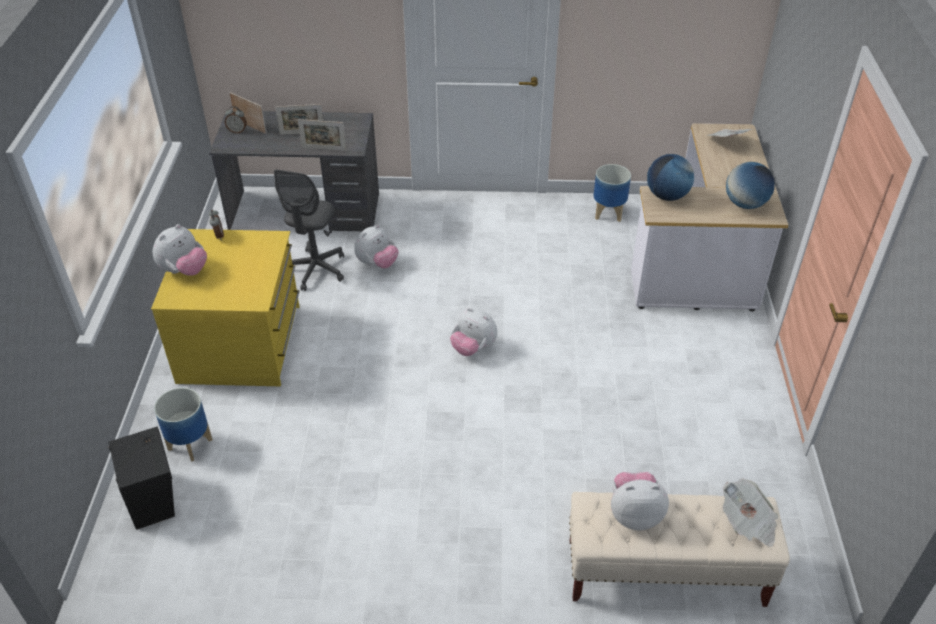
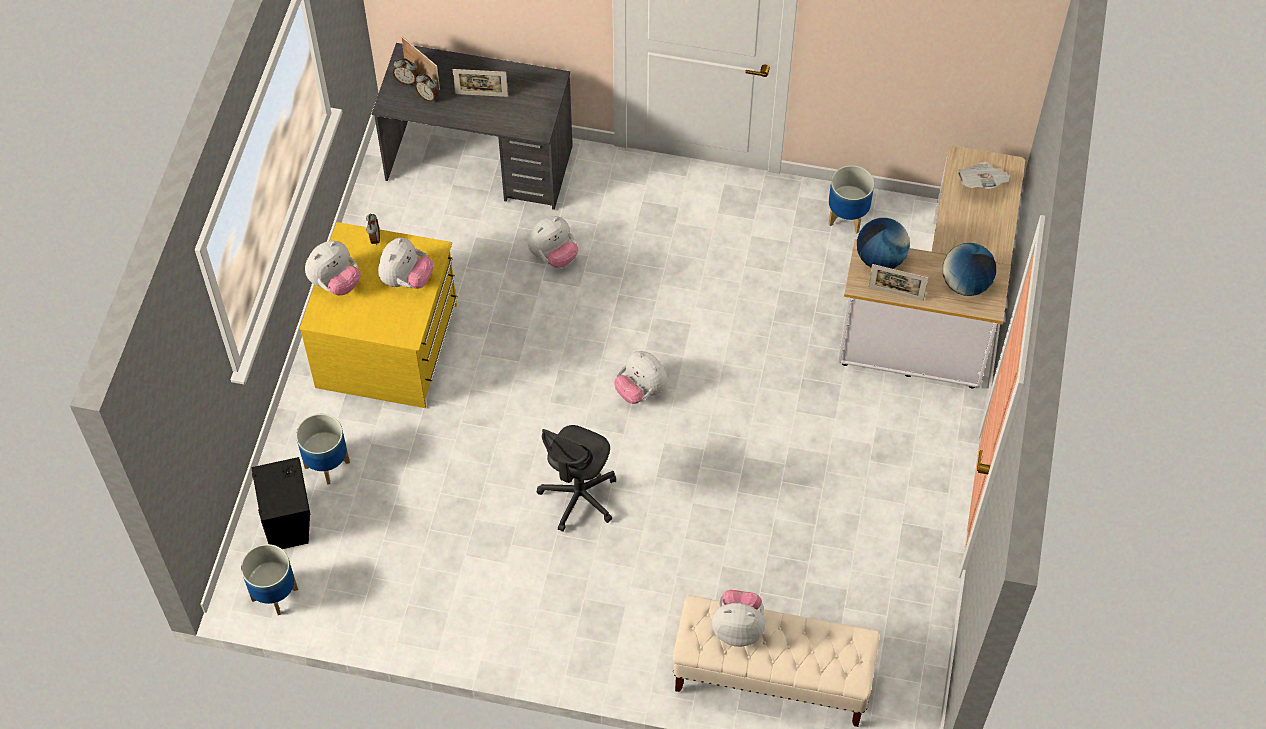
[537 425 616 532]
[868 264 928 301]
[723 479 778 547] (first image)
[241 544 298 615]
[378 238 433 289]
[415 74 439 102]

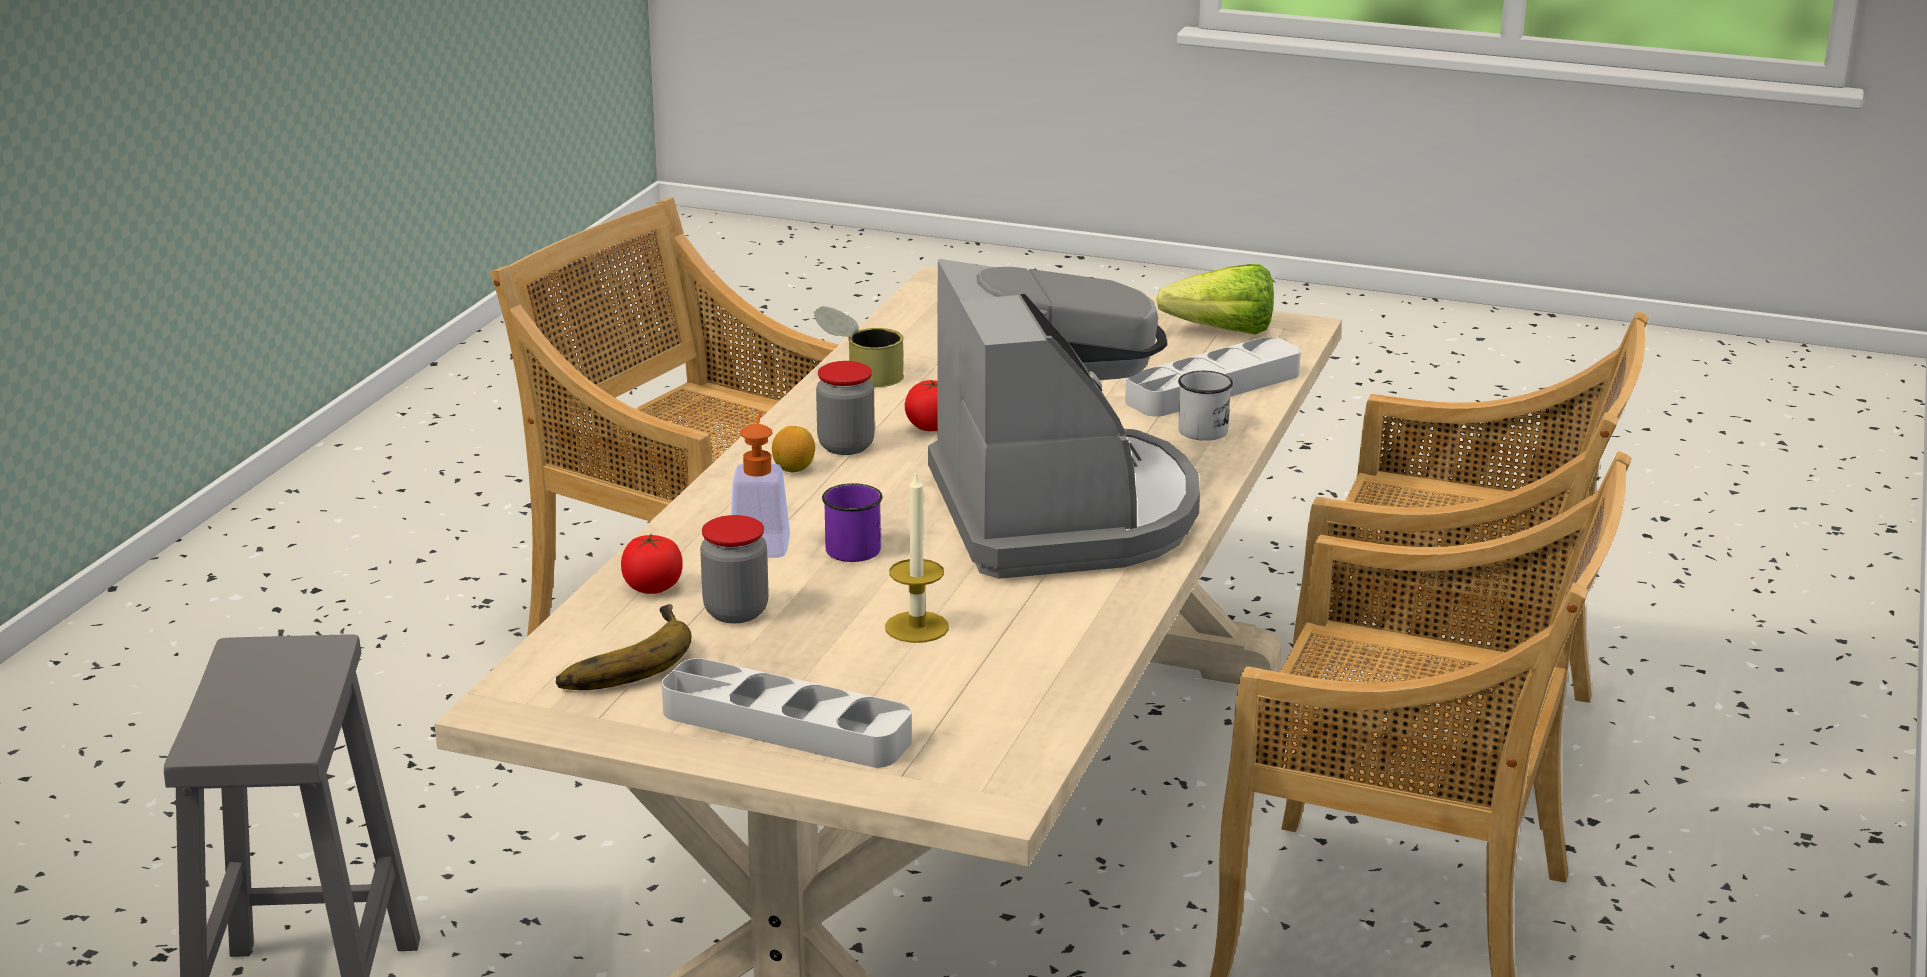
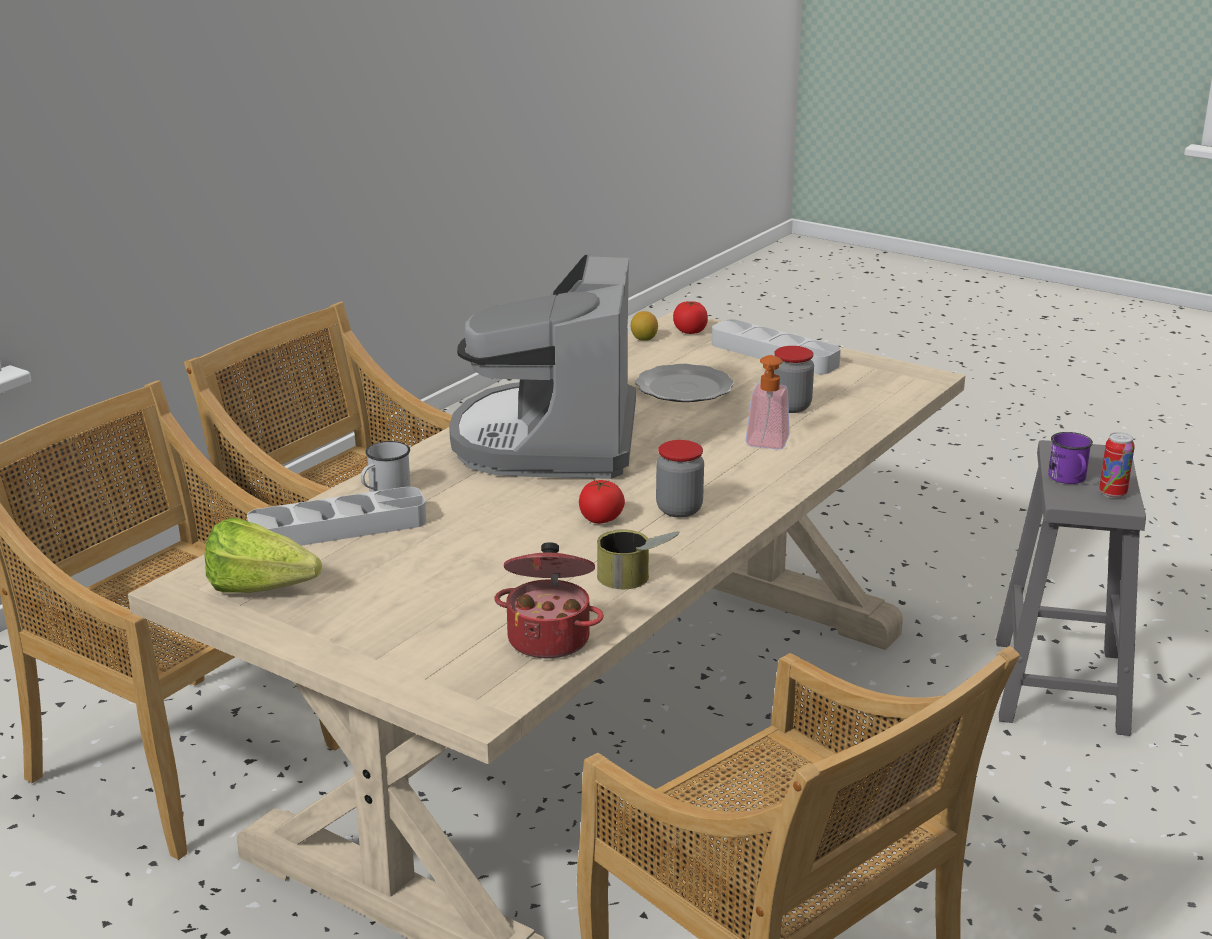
[556 604 691 690] (first image)
[673 301 708 334]
[631 311 658 341]
[1048 432 1093 484]
[635 364 734 402]
[494 542 604 658]
[1099 432 1135 498]

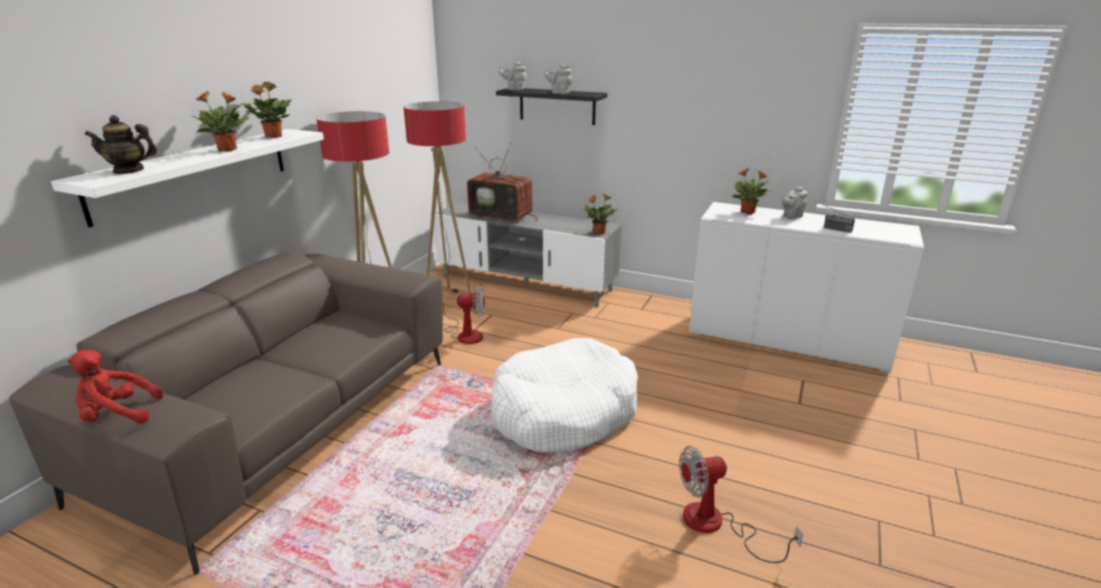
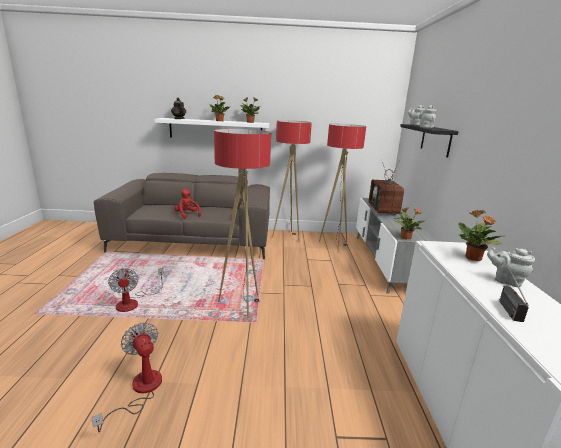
[174 189 201 219]
[108 268 164 312]
[214 129 271 319]

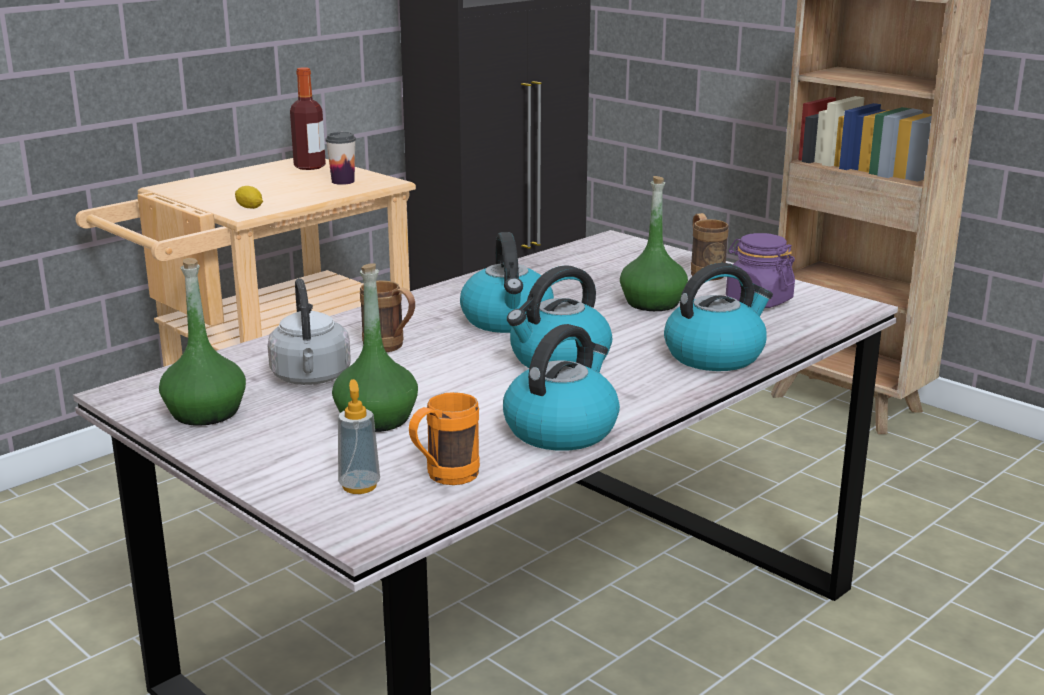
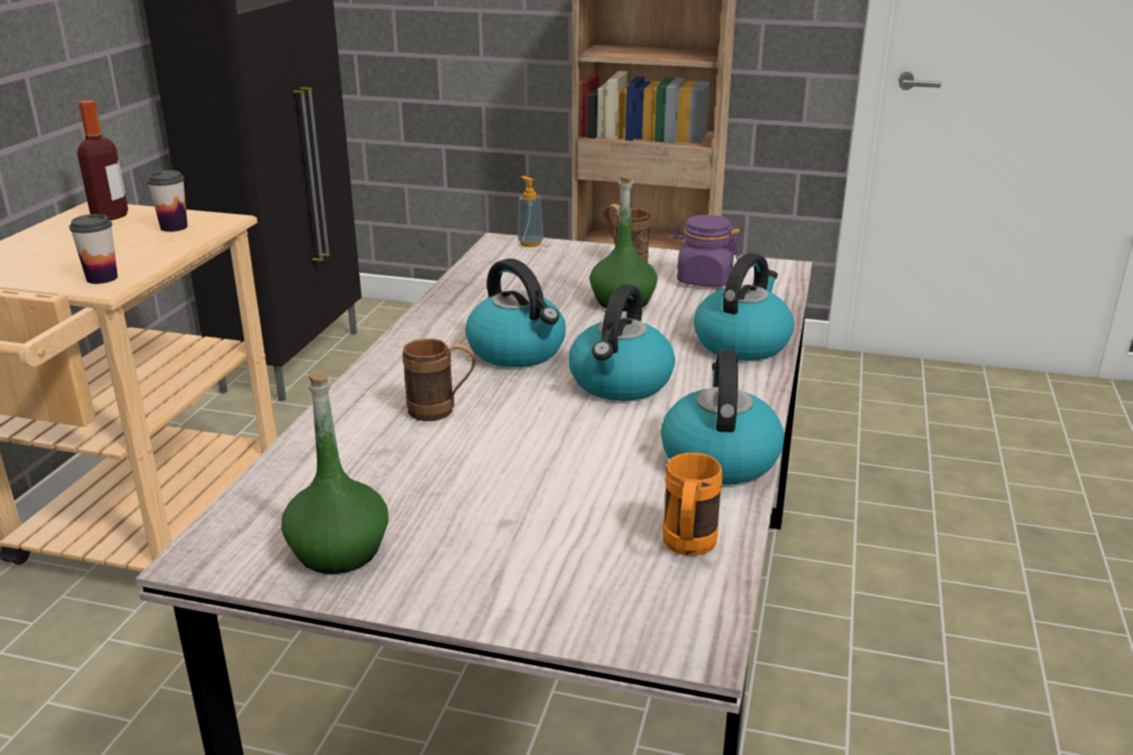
[69 214 118 284]
[267 278 351 385] (first image)
[332 263 418 432] (first image)
[518 176 543 247]

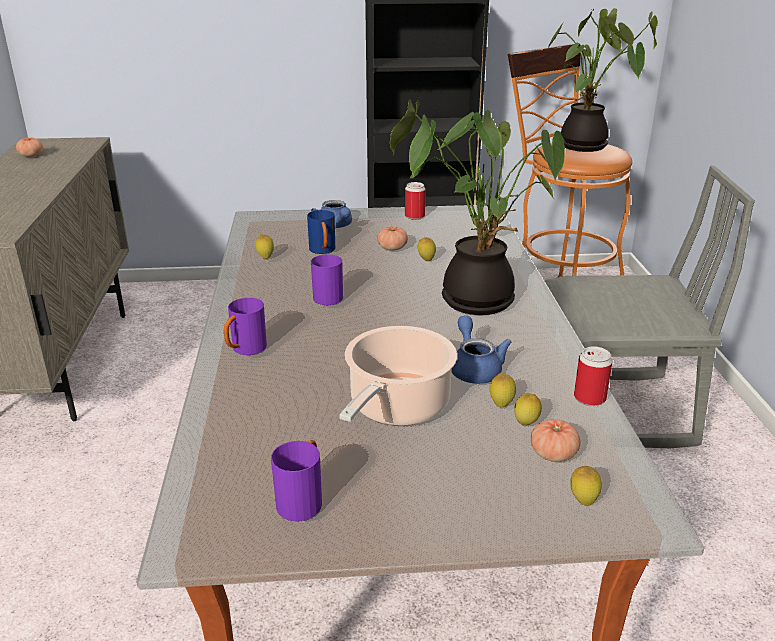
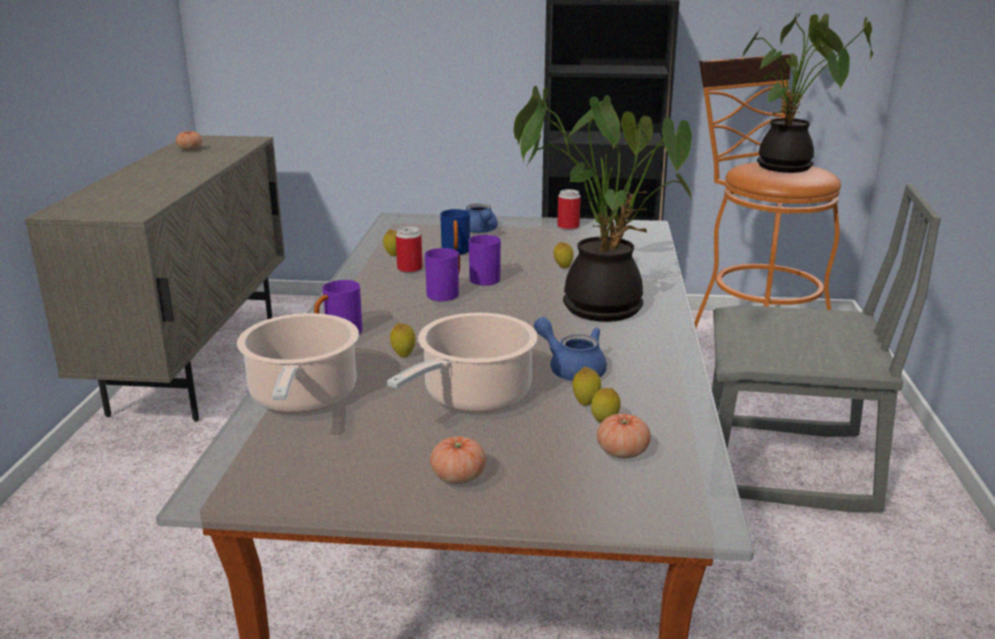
[469 235 501 285]
[430 436 486 484]
[534 317 607 381]
[390 323 416 357]
[396 226 423 273]
[237 313 359 413]

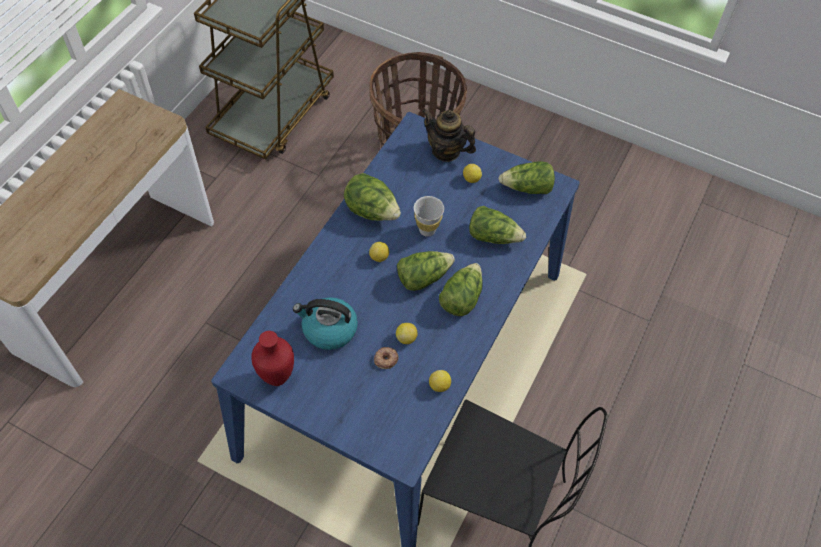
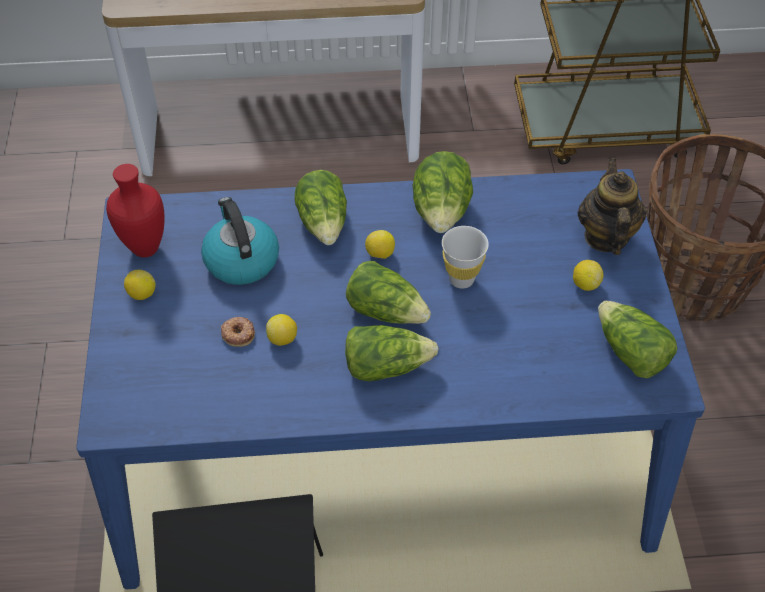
[124 270 156 300]
[295 170 347 245]

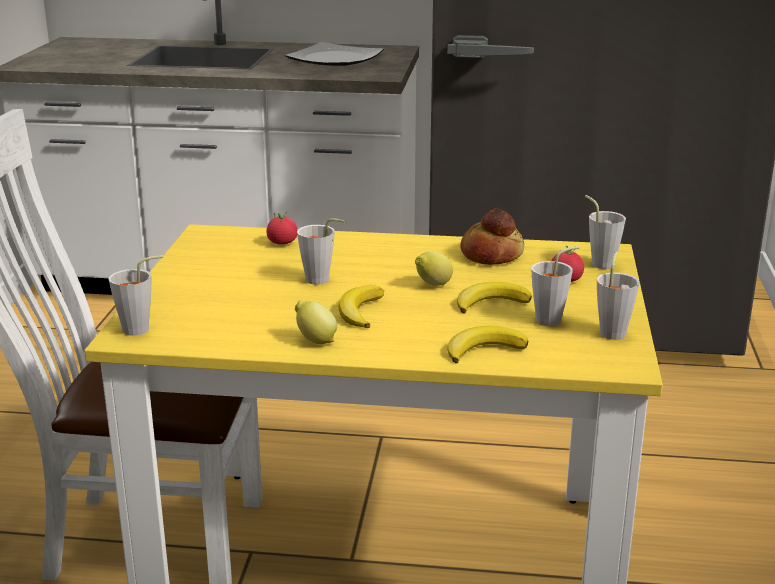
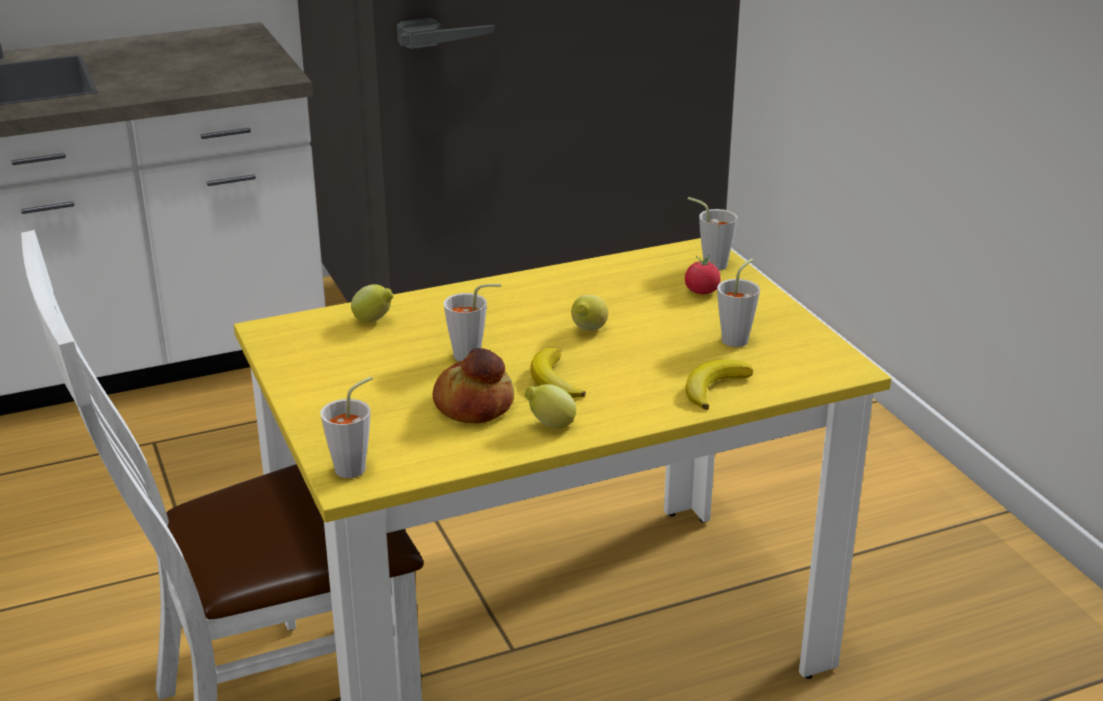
[351 284 394 323]
[285 42 384 66] (first image)
[457 282 532 313] (first image)
[432 348 514 423]
[597 251 640 340] (first image)

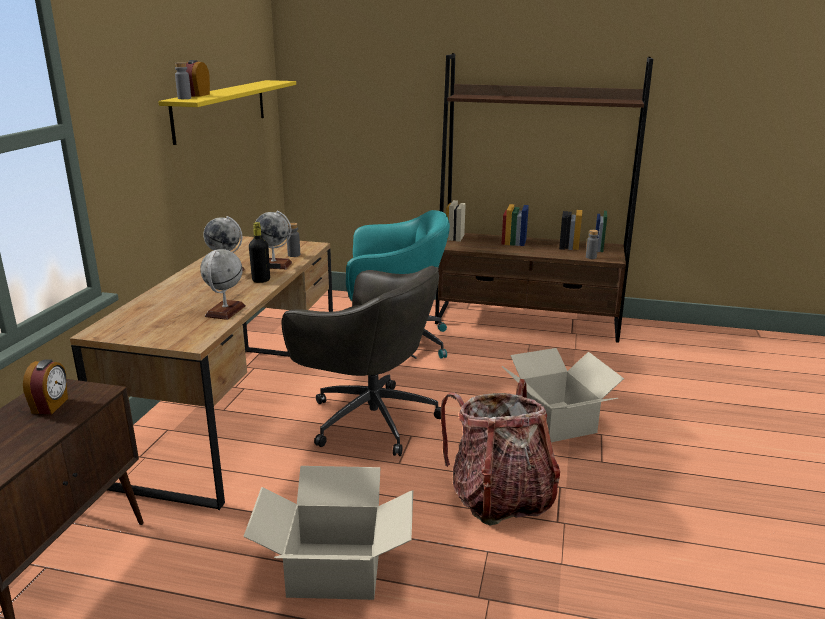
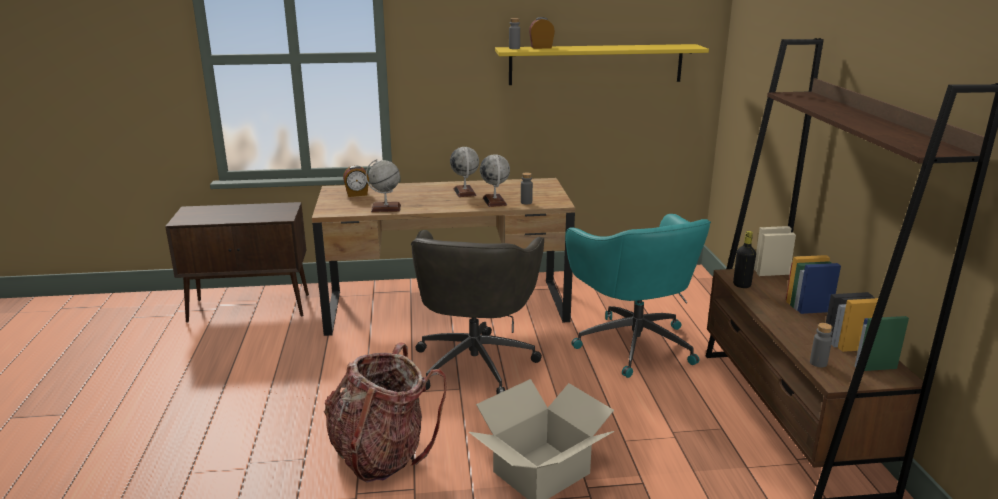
[343 165 369 197]
[243 466 413 600] (first image)
[733 231 756 288]

